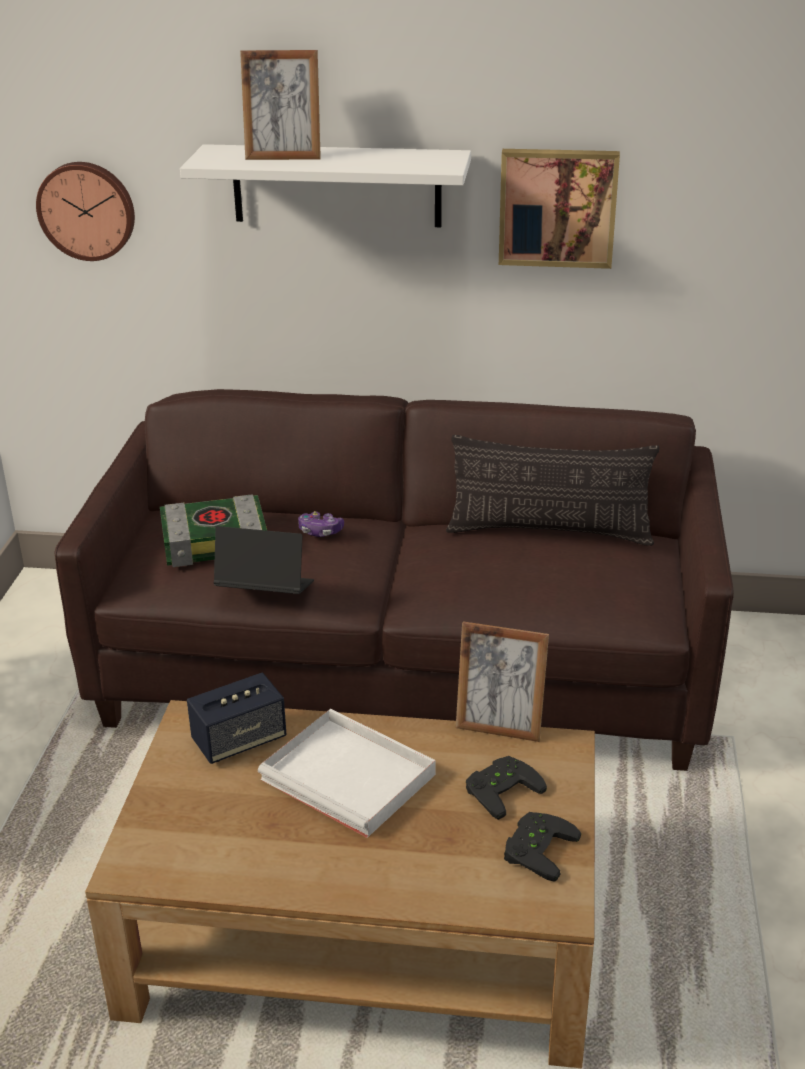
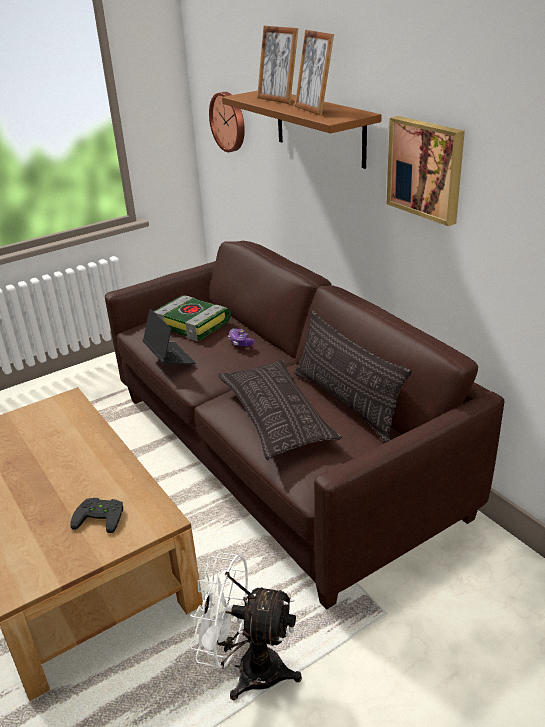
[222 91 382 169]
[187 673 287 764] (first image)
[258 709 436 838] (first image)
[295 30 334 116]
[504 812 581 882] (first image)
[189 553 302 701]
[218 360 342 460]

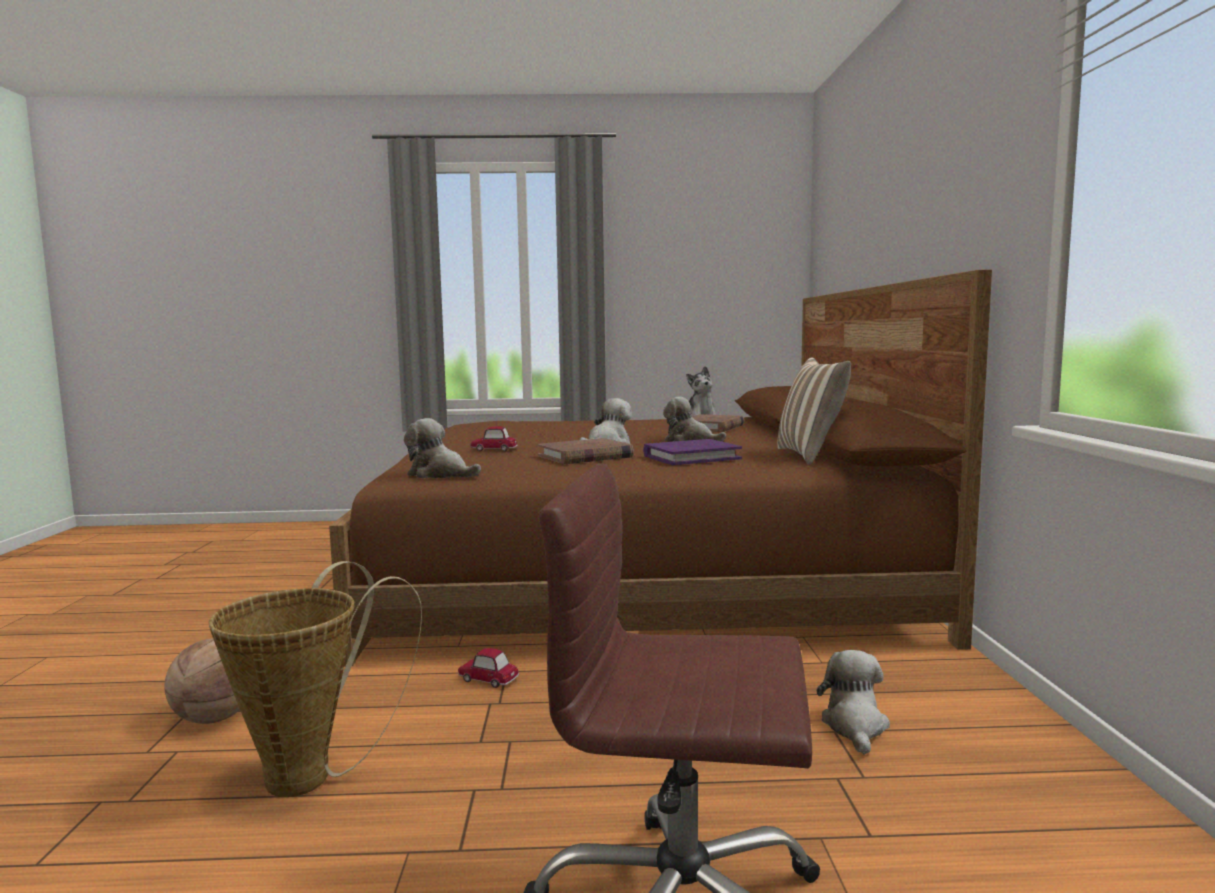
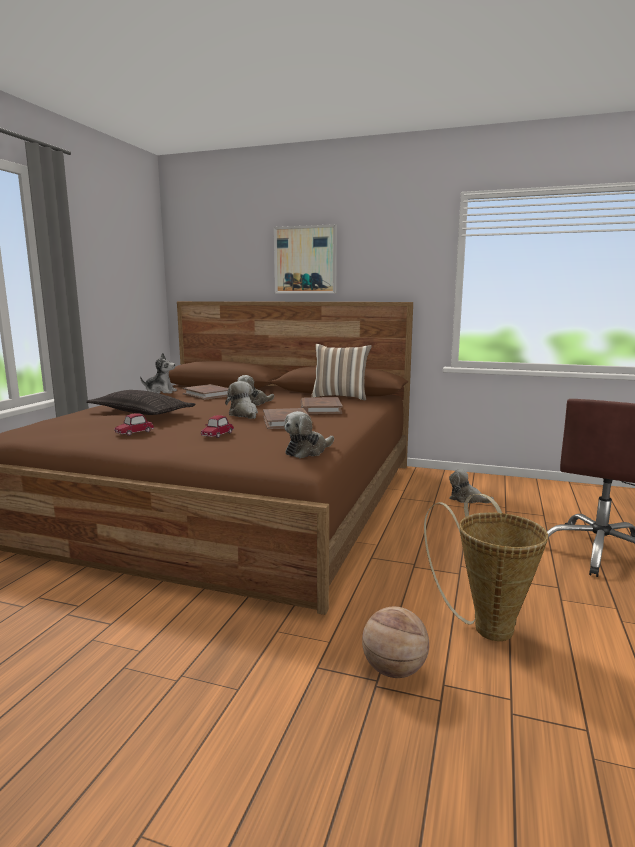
[114 413 154 436]
[300 397 342 414]
[86 390 196 415]
[274 224 337 293]

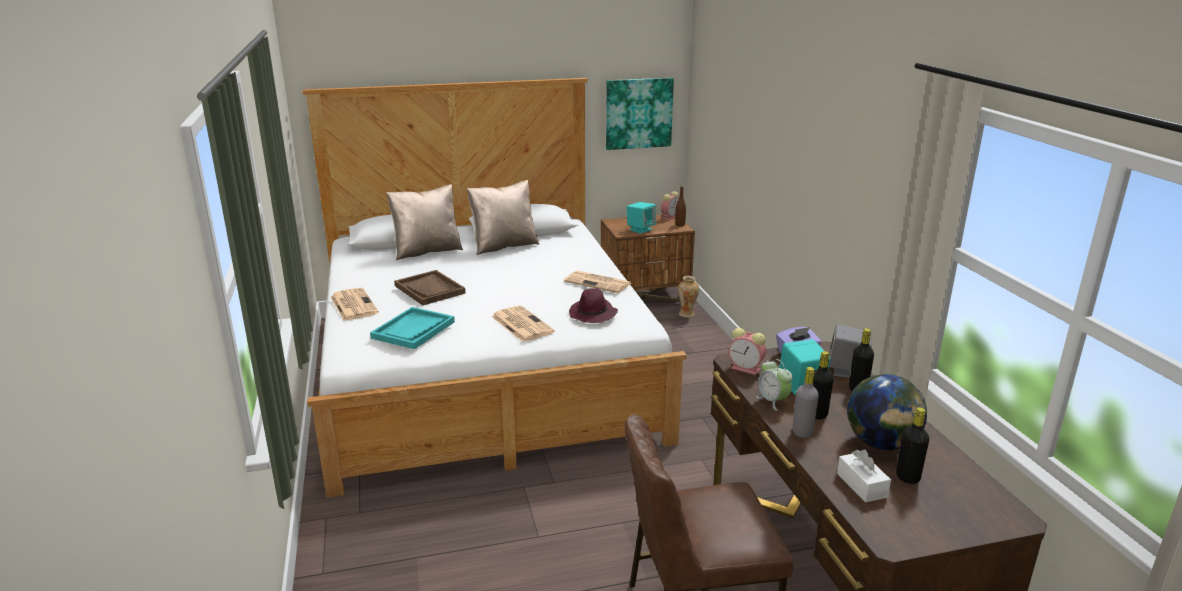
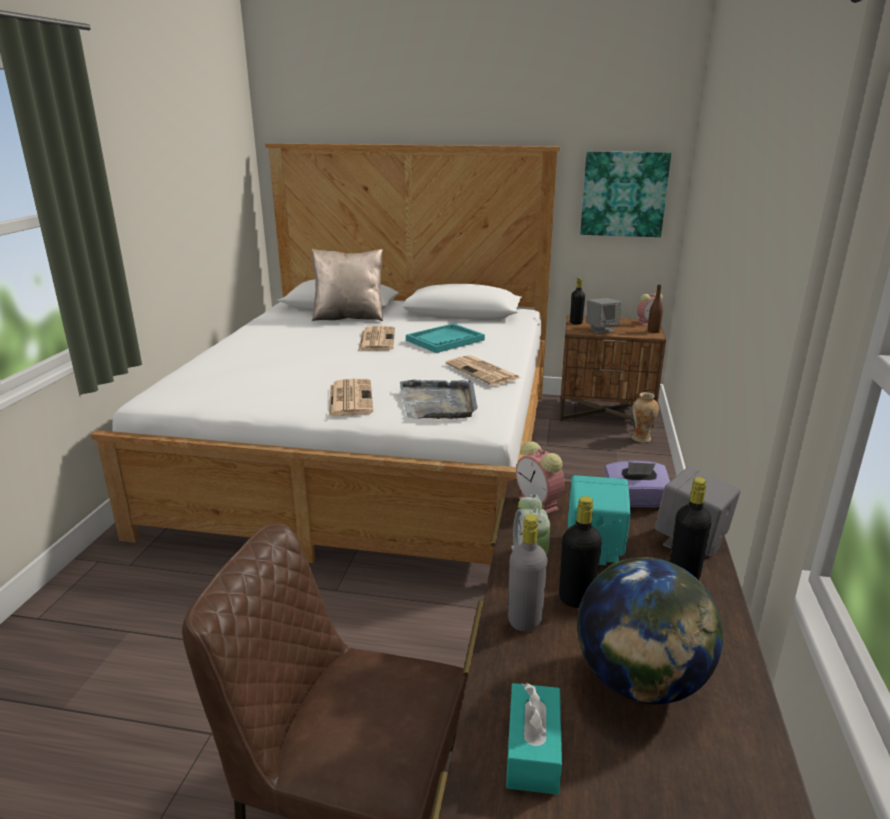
[358 326 395 351]
[406 323 485 353]
[394 270 466 306] (first image)
[467 180 539 255] (first image)
[400 380 478 419]
[586 298 621 334]
[506 683 562 795]
[570 277 585 325]

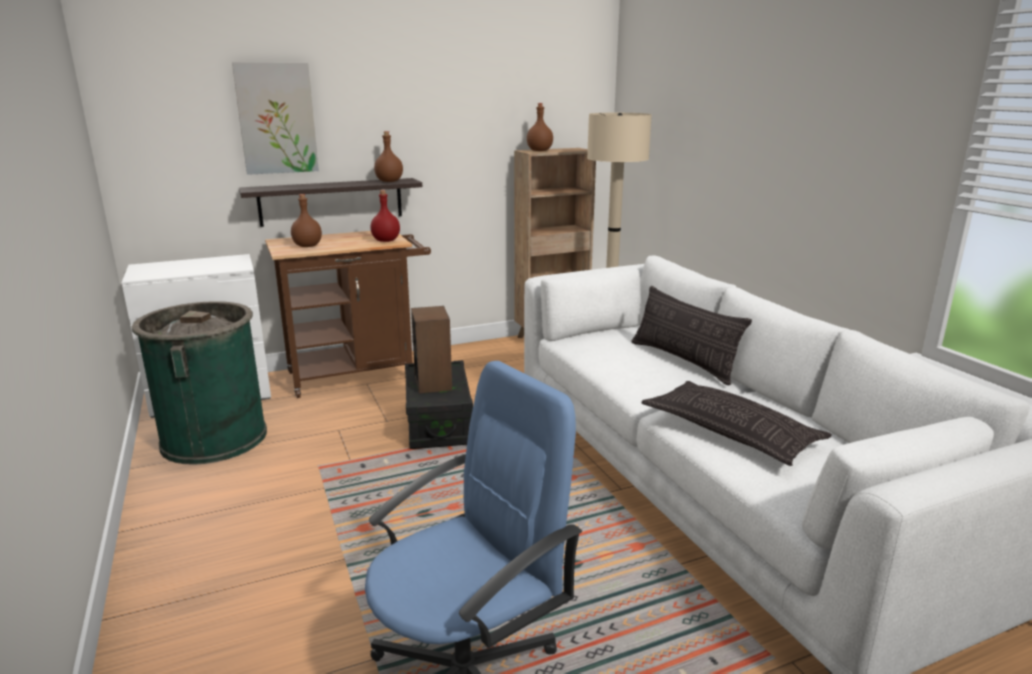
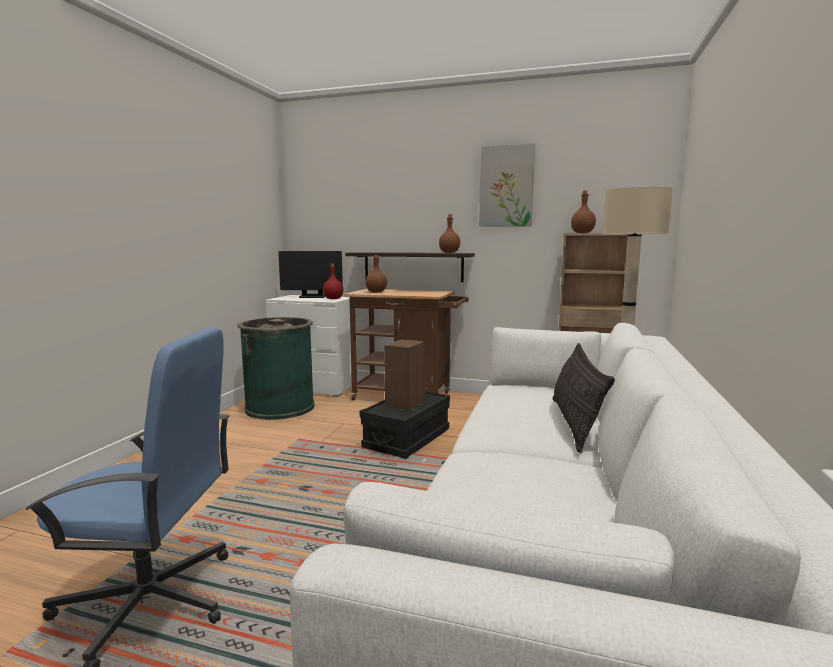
[479 143 535 227]
[323 263 343 299]
[641 381 832 466] (first image)
[278 251 343 298]

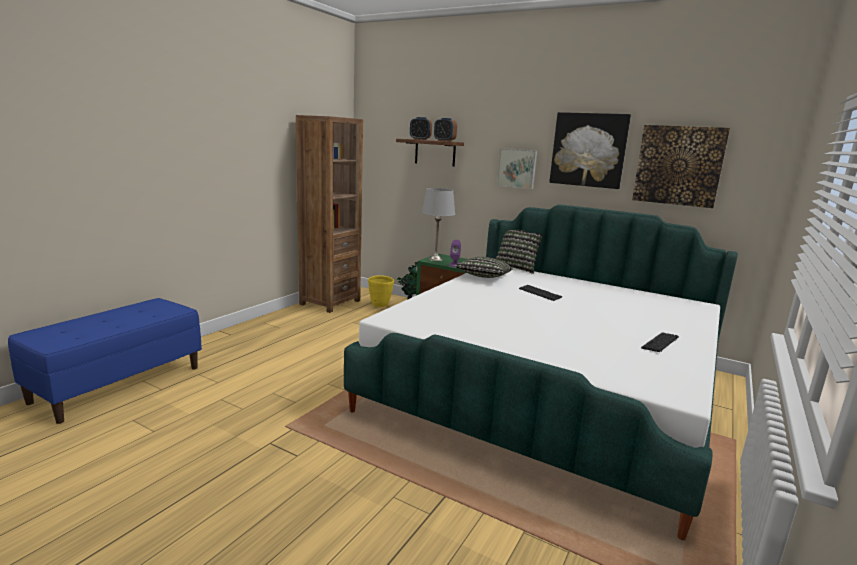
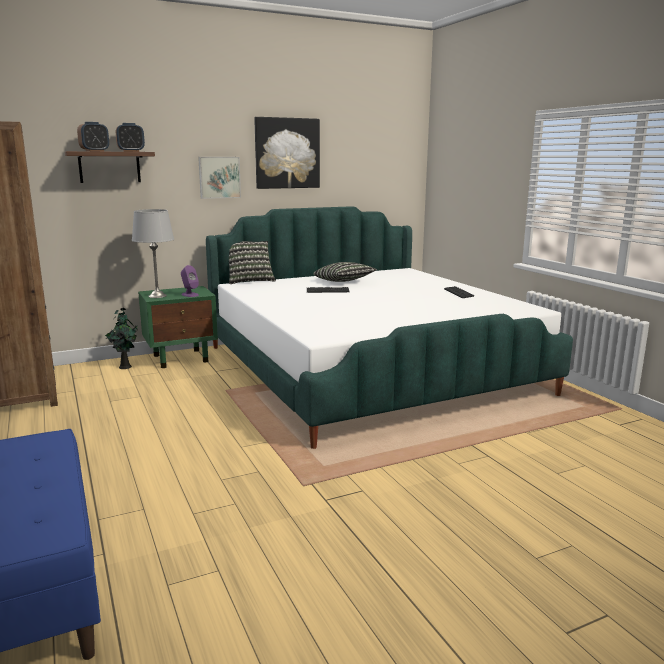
[368 275 394 307] (first image)
[313 262 377 282]
[632 125 730 208] (first image)

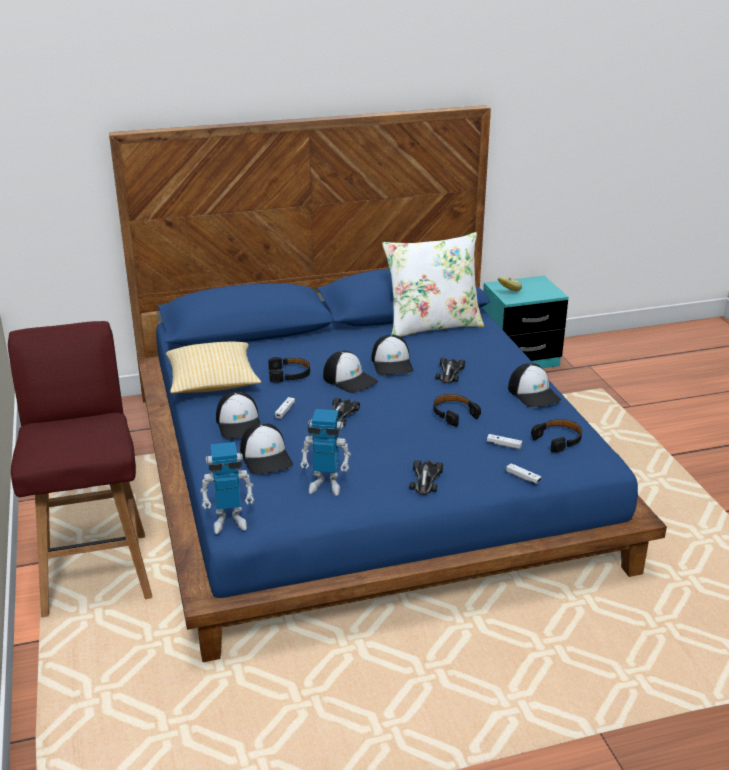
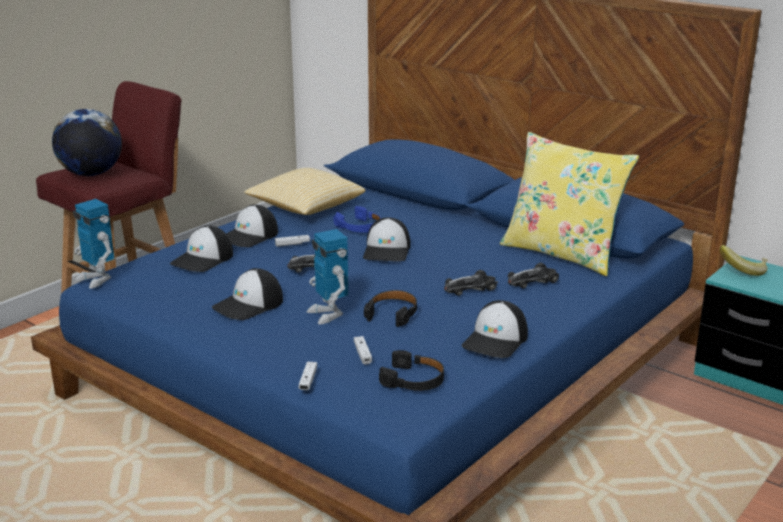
[333 206 381 233]
[307 229 348 325]
[212 268 283 320]
[500 132 639 276]
[508 262 559 289]
[52 109 122 176]

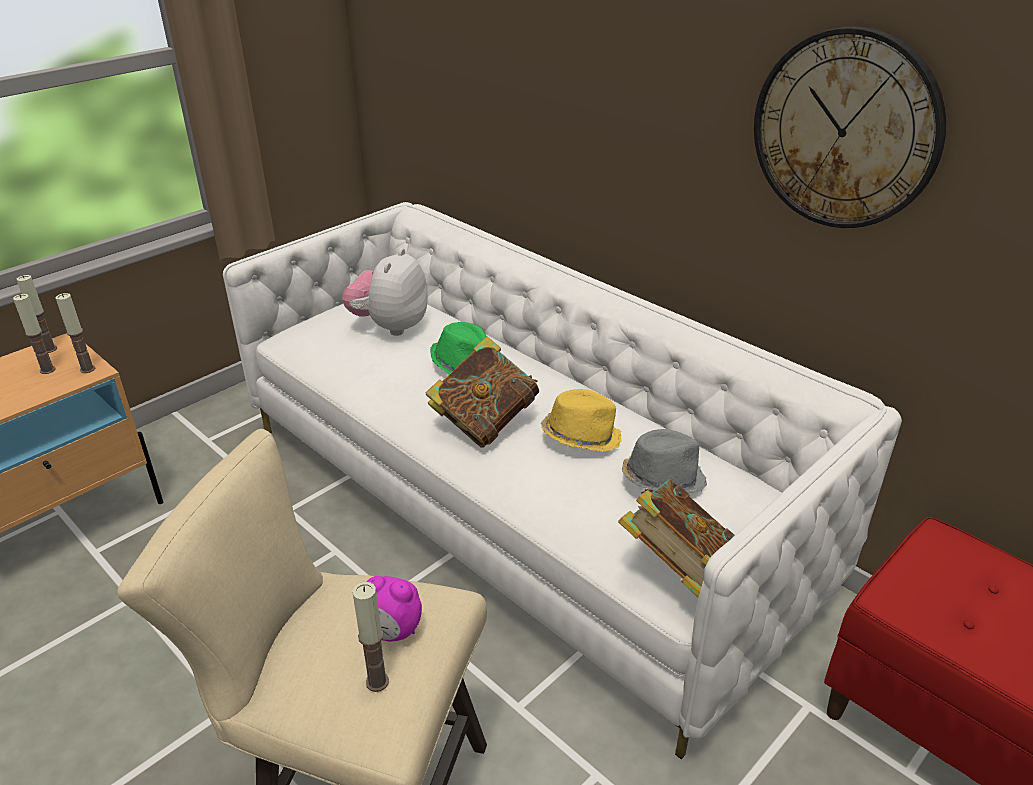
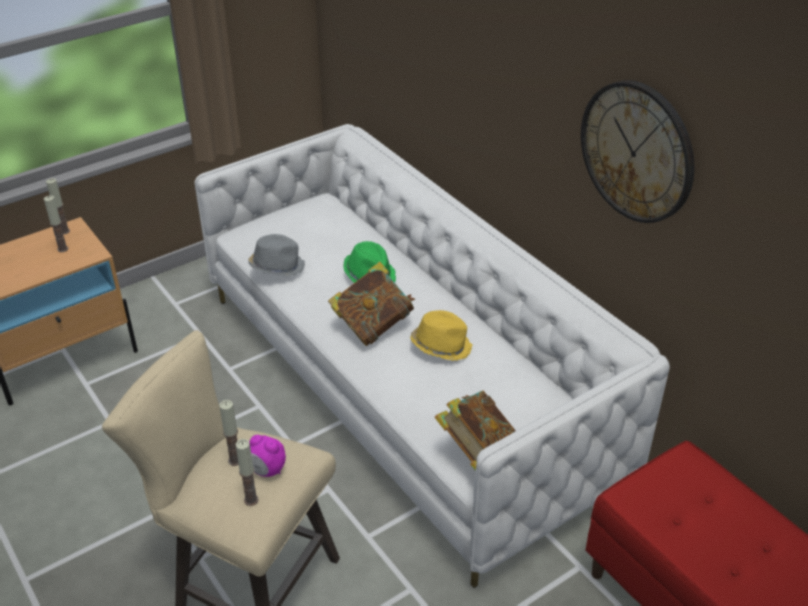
[219 400 239 466]
[342 248 428 336] (first image)
[248 234 305 276]

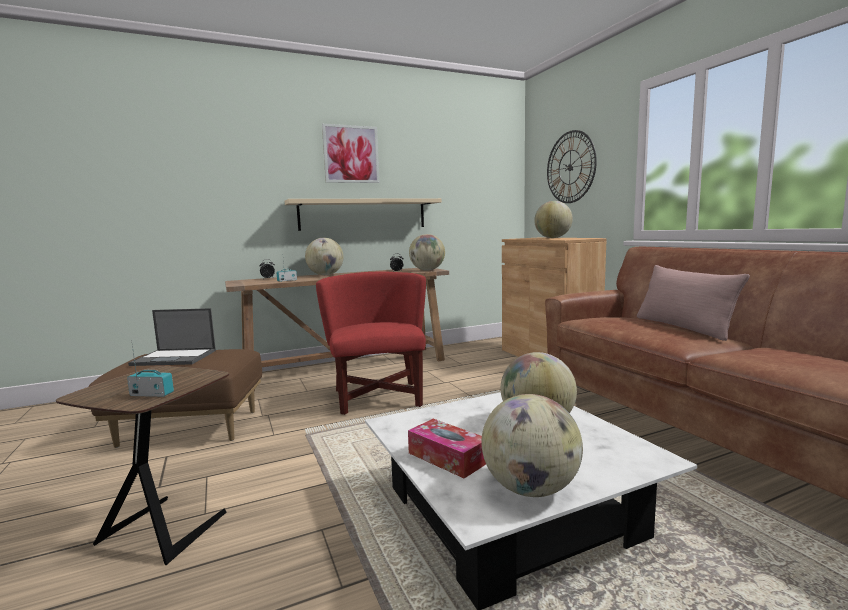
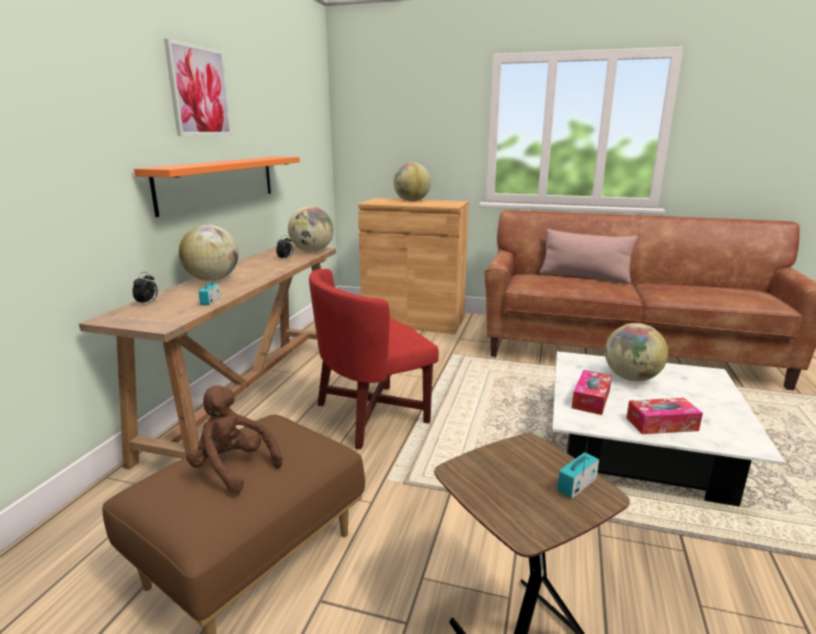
[186 385 282 494]
[134 157 300 217]
[309 269 439 449]
[482 394 583 497] (first image)
[547 130 597 203] (first image)
[572 370 612 415]

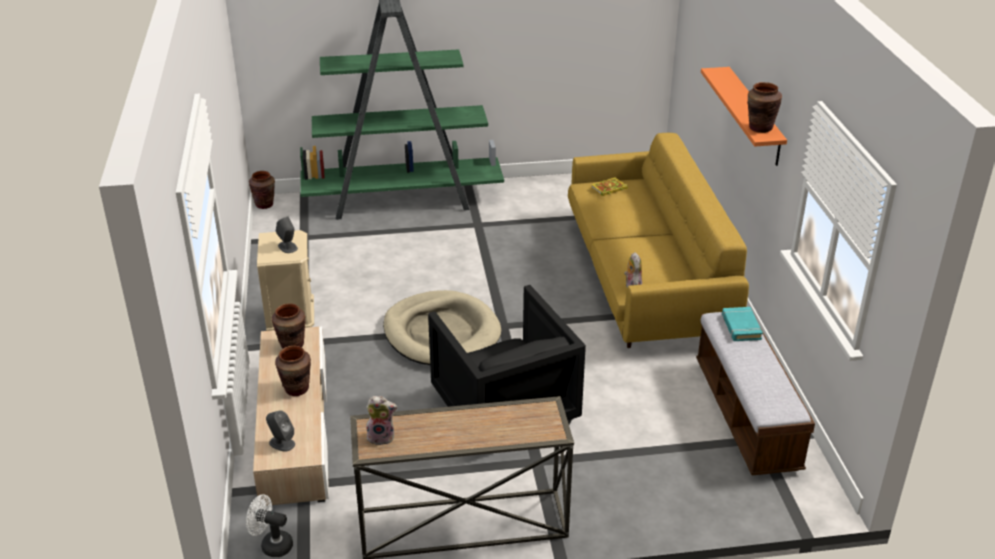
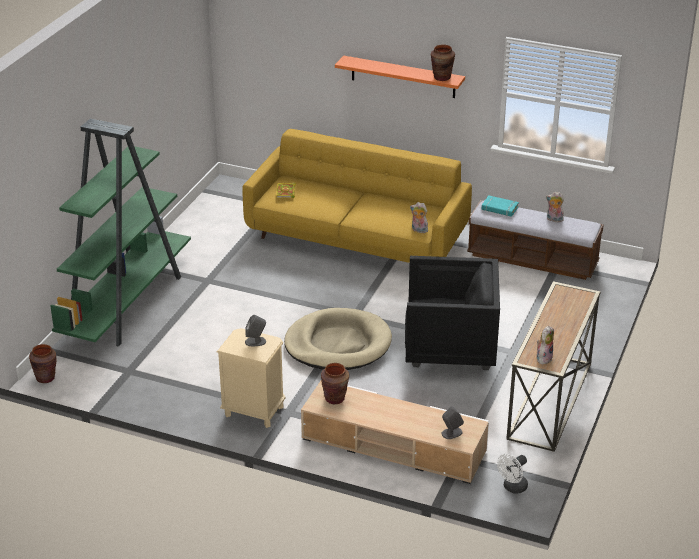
[275 346 311 396] (first image)
[546 192 564 222]

